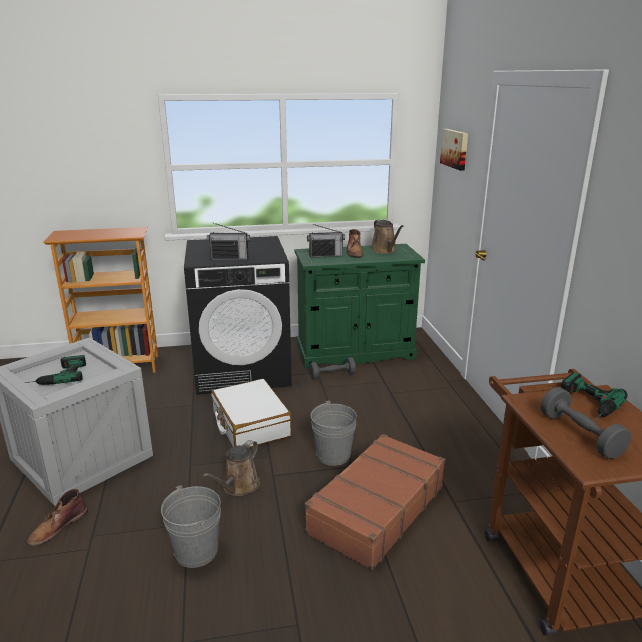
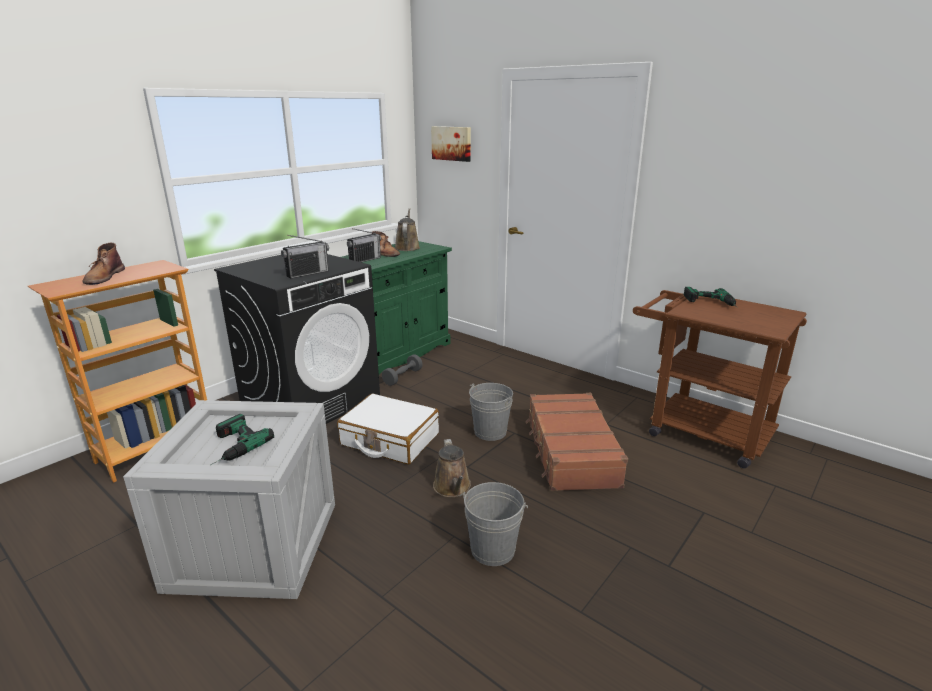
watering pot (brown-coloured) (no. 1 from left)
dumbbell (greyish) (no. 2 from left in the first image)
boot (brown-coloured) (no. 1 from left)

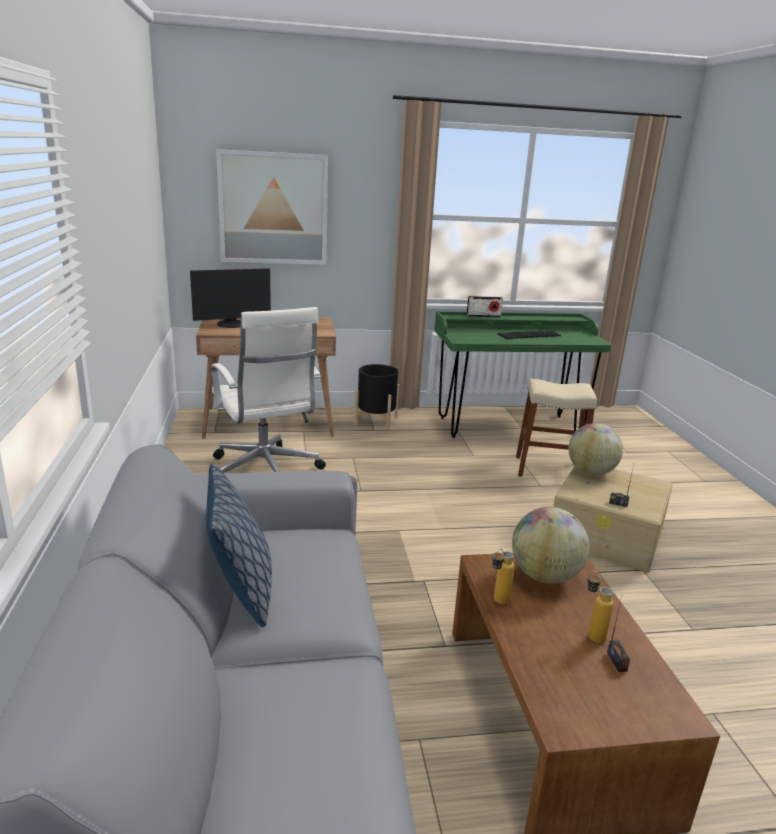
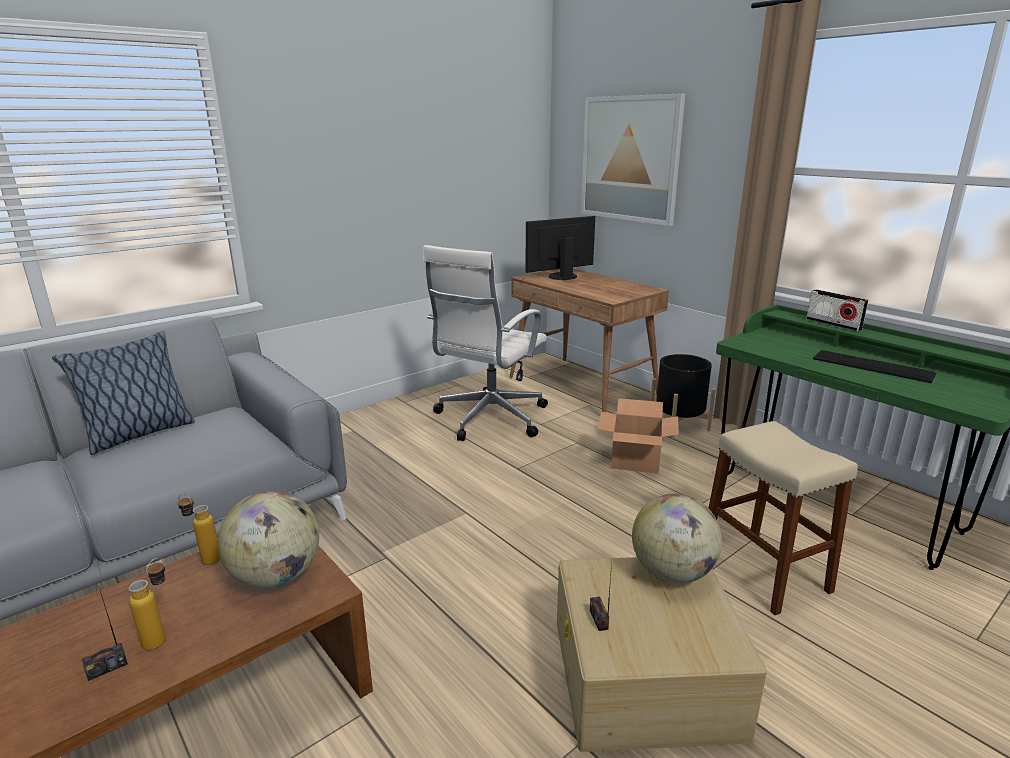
computer screen
packing box

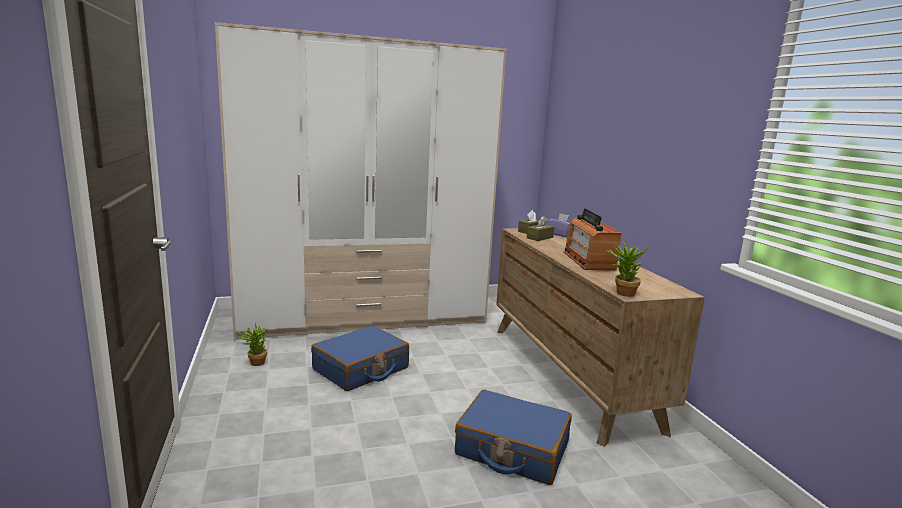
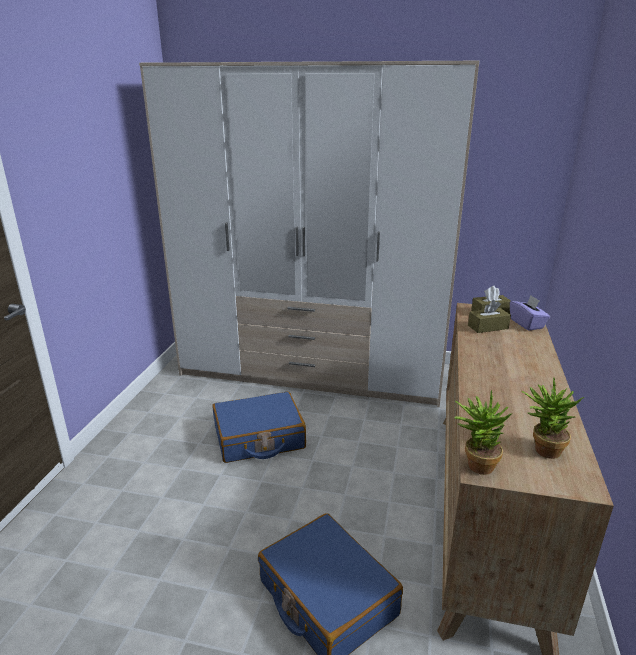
radio receiver
plant in a pot (no. 2 from left)

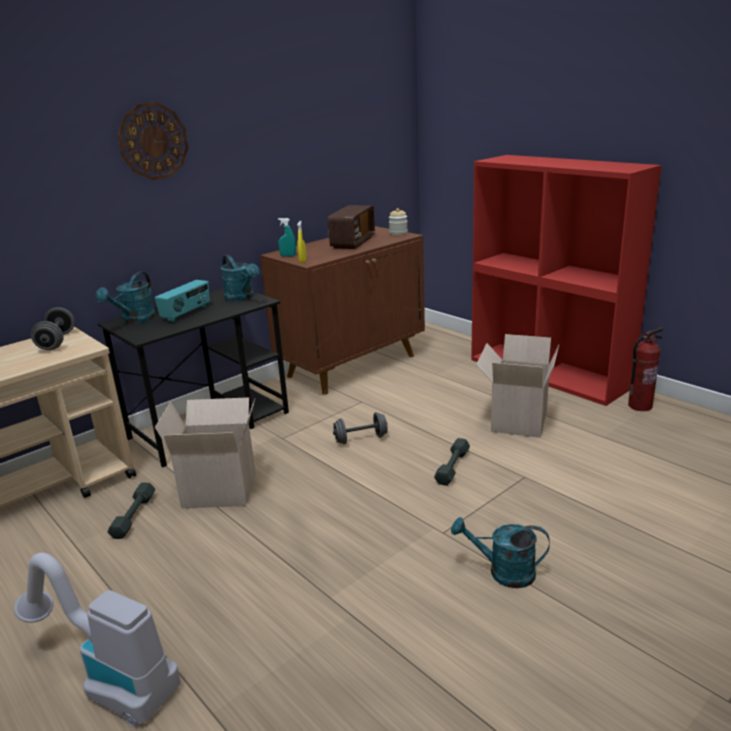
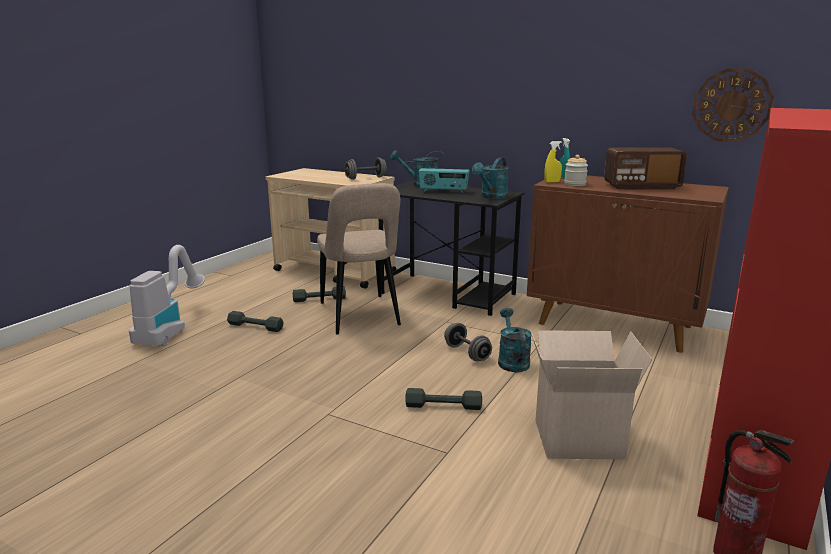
hanging clock
preserve jar
chair (beige)
watering pot (blue-green) (no. 3 from left)
dumbbell (greyish) (no. 1 from left)

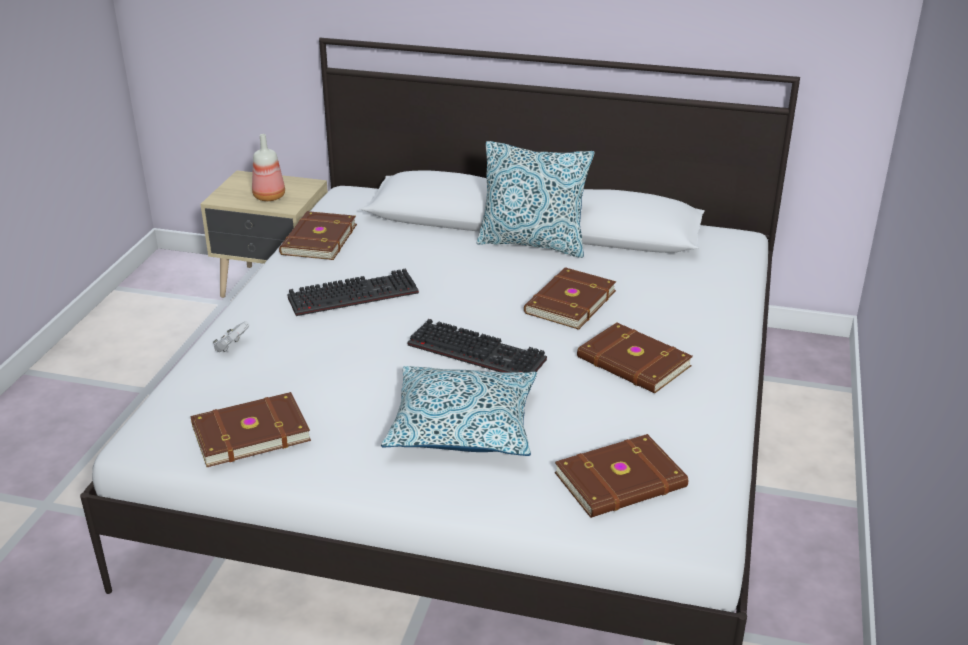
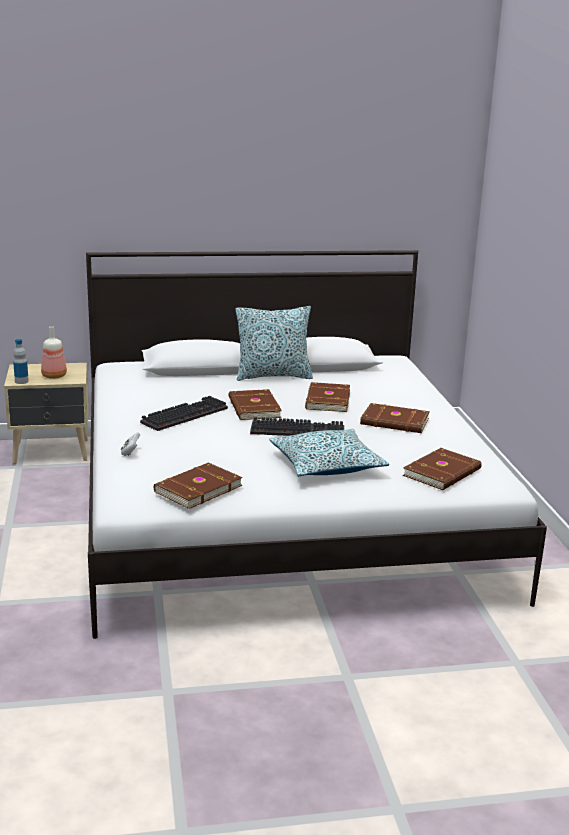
book (brown-coloured) (no. 2 from left)
bottle (no. 1 from left)

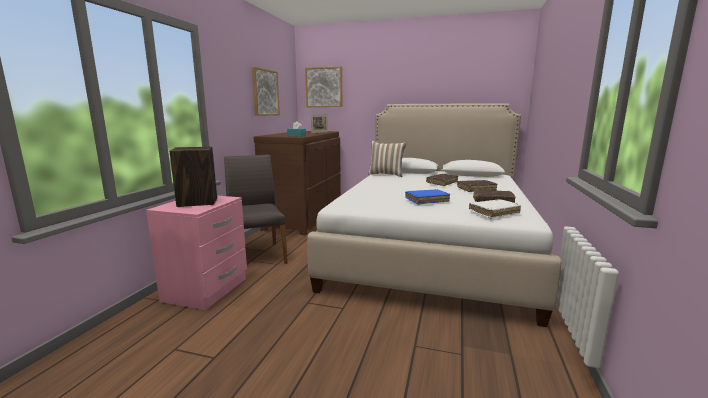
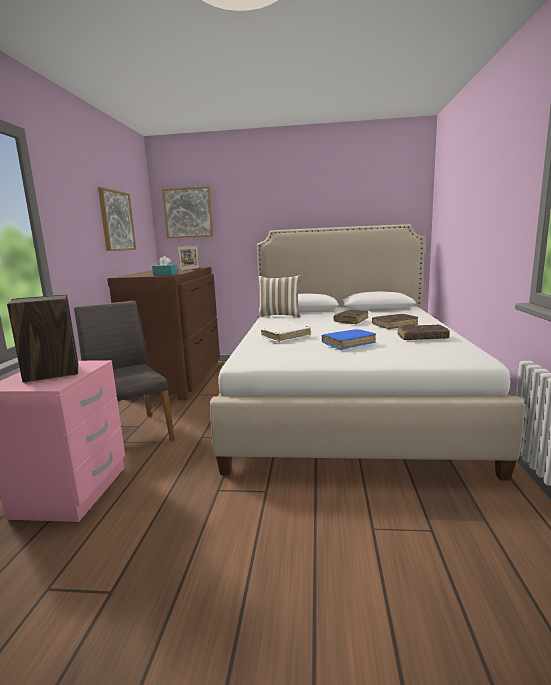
book (white)

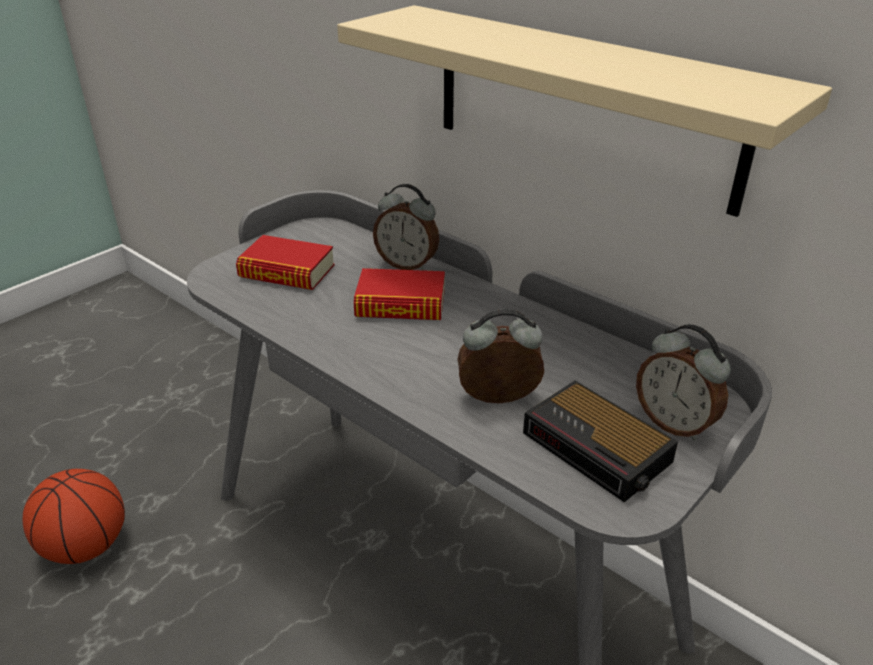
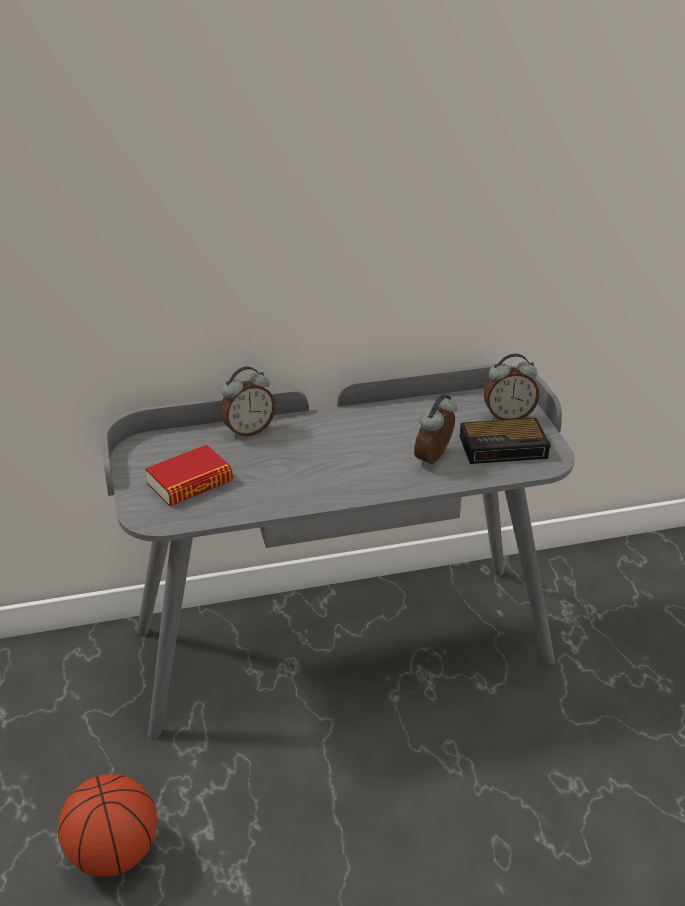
wall shelf (beige)
book (no. 2 from left in the first image)

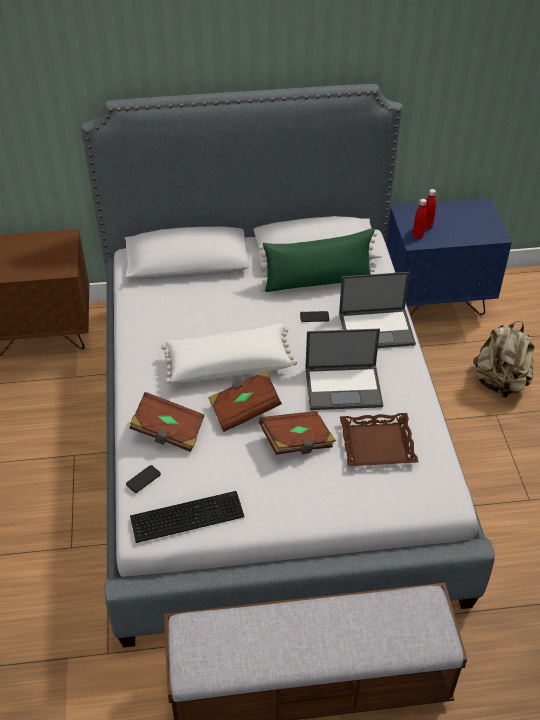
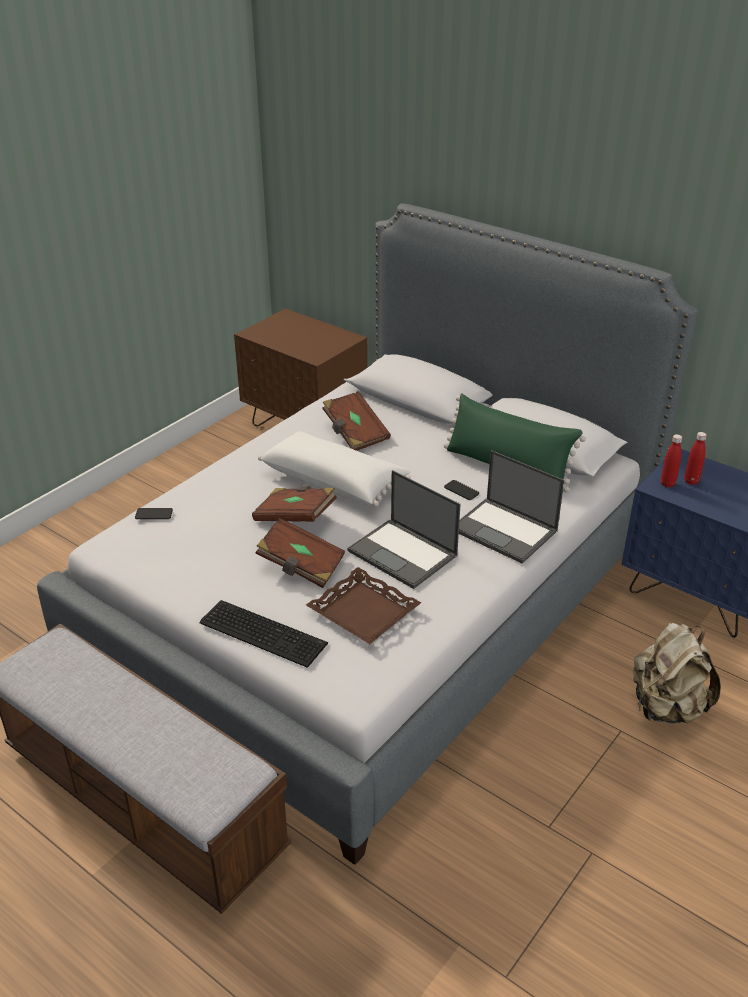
book (brown-coloured) (no. 3 from left)
keyboard

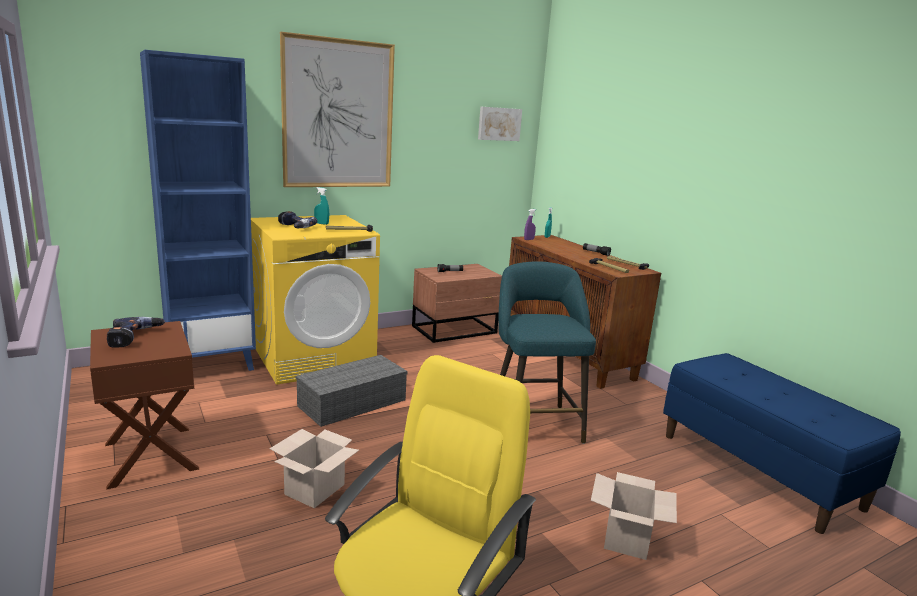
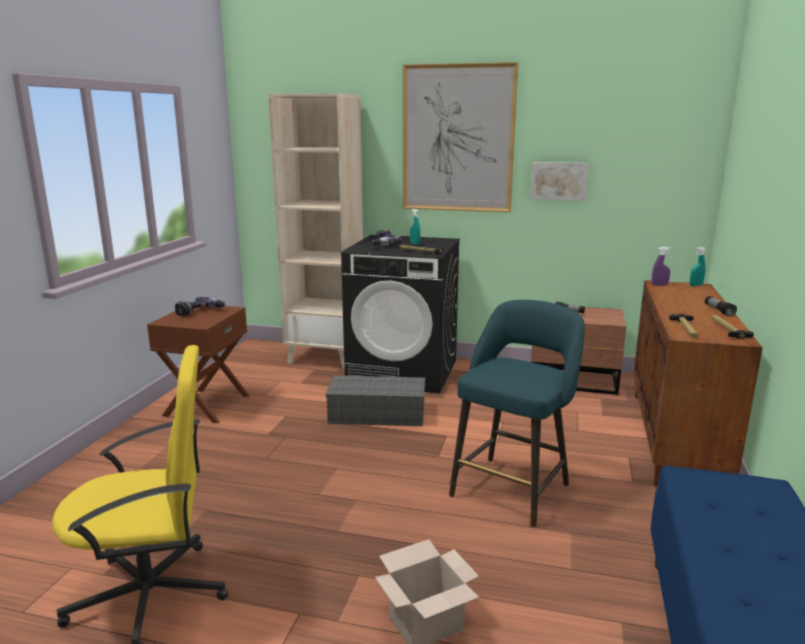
bookshelf (beige)
wall art (no. 2 from left)
laundry appliance (black-coloured)
packing box (no. 1 from left in the first image)

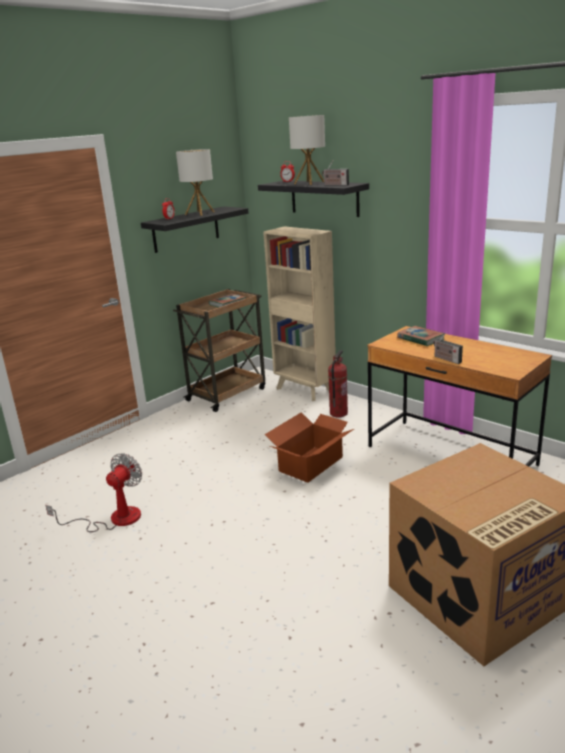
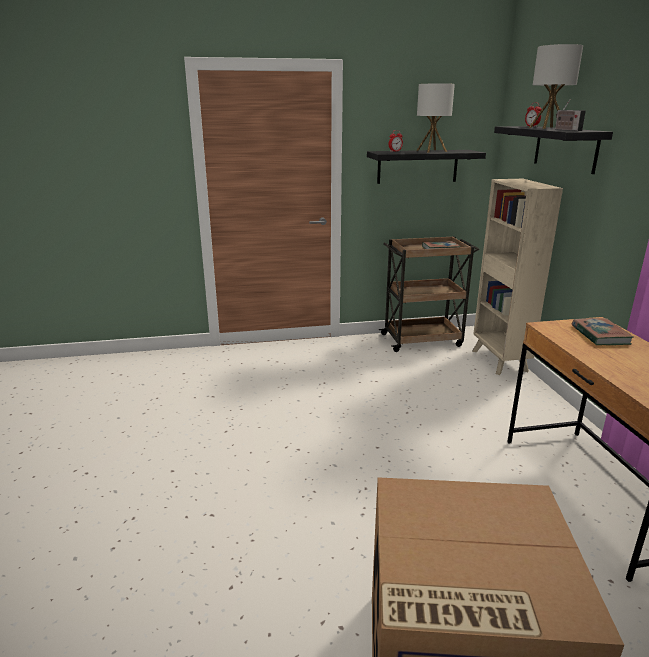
radio receiver (no. 2 from left in the first image)
fire extinguisher
packing box (no. 1 from left in the first image)
electric fan

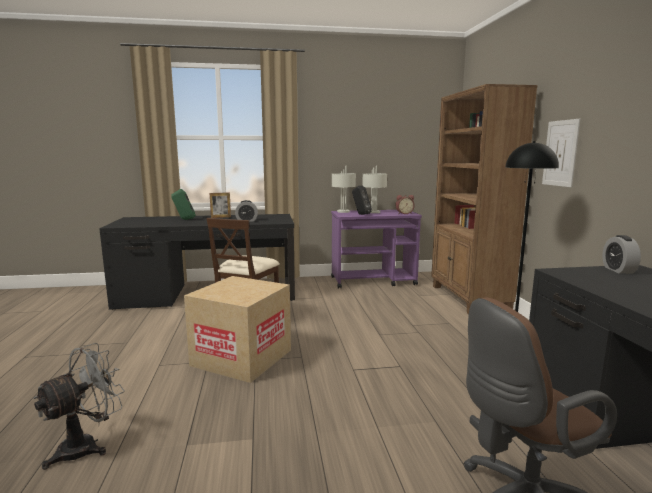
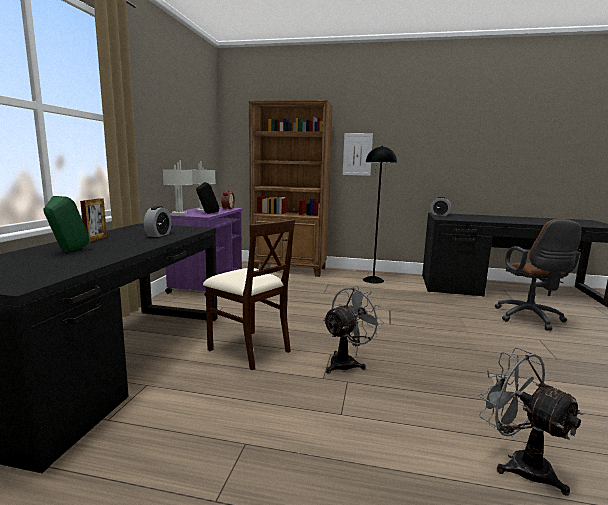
electric fan (greyish) (no. 1 from left)

